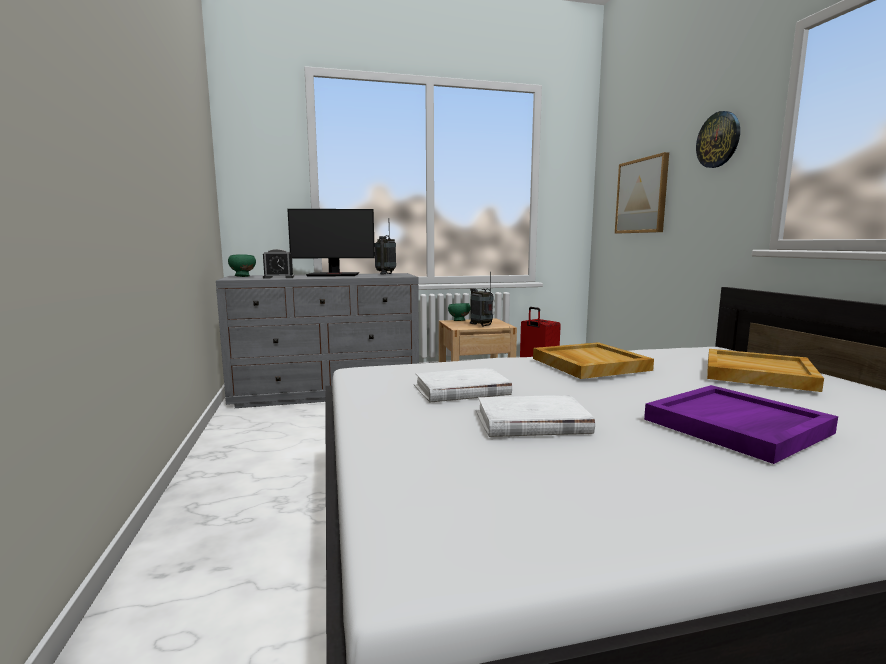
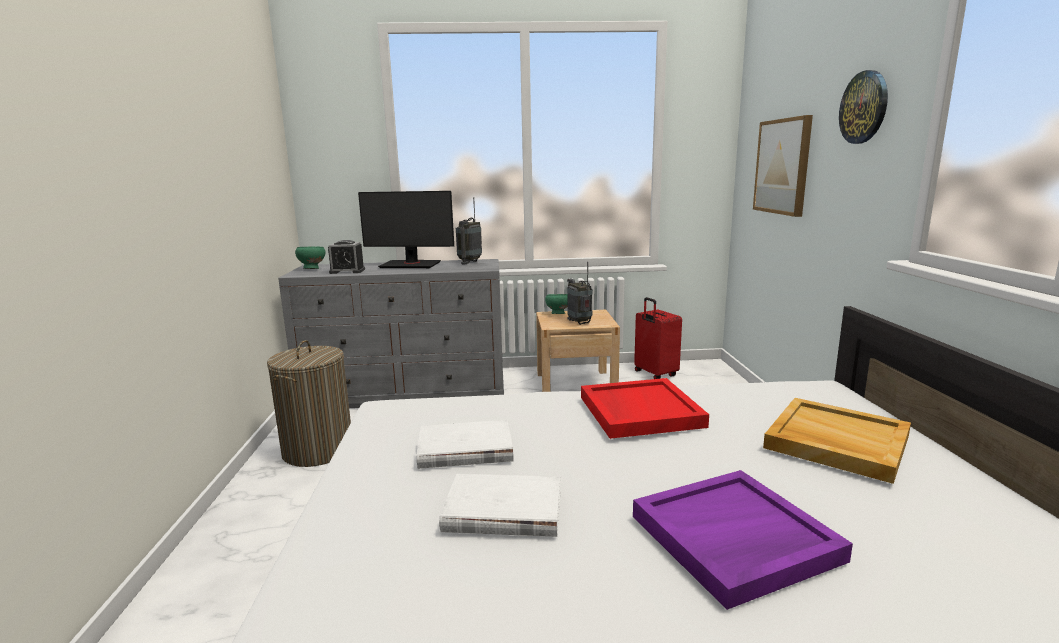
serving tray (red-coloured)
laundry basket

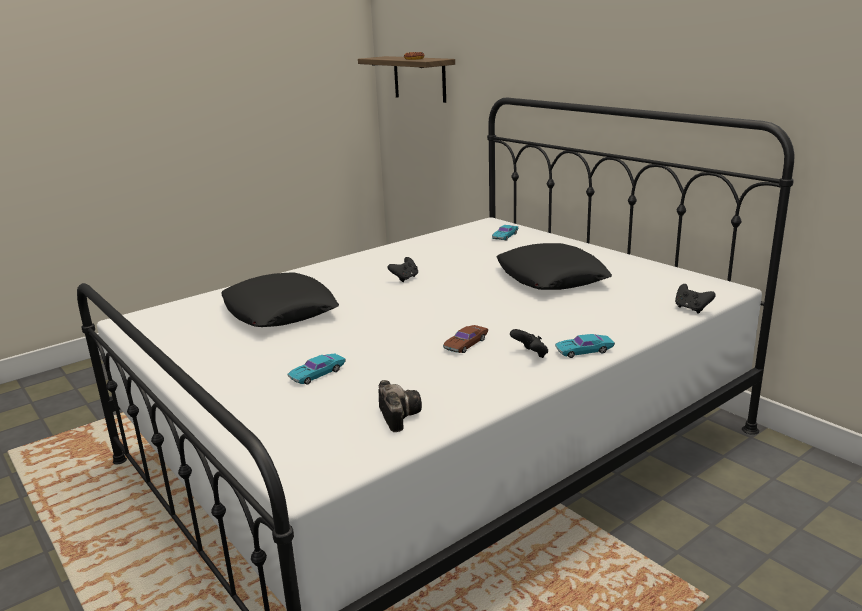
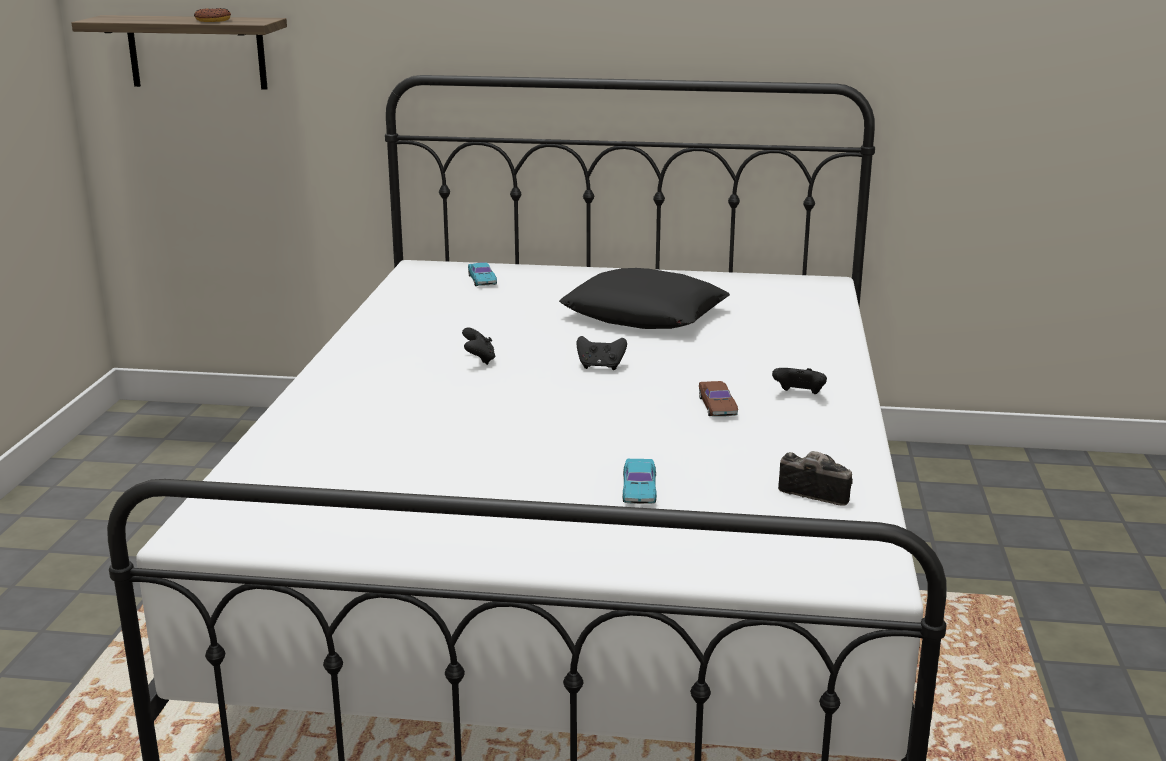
throw pillow (black-coloured) (no. 1 from left in the first image)
game controller (black-coloured) (no. 2 from left)
model car (blue-green) (no. 3 from left in the first image)

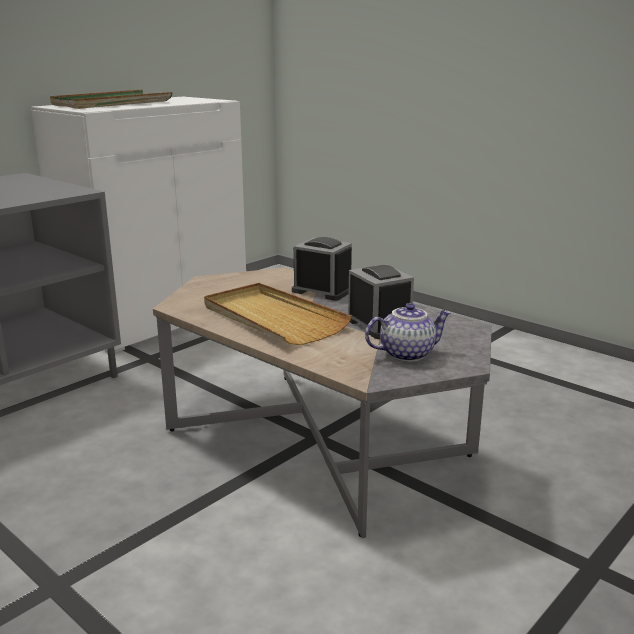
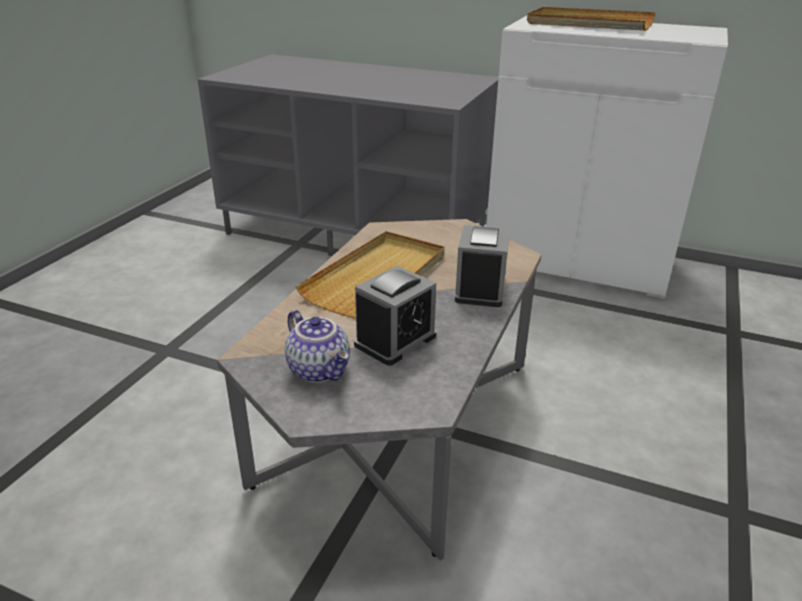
serving tray (beige) (no. 2 from left)

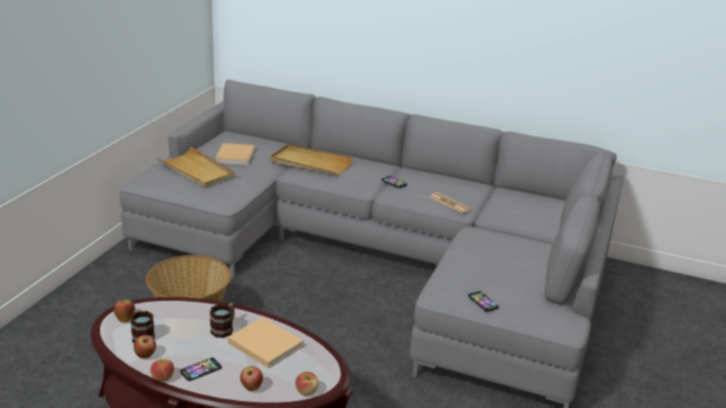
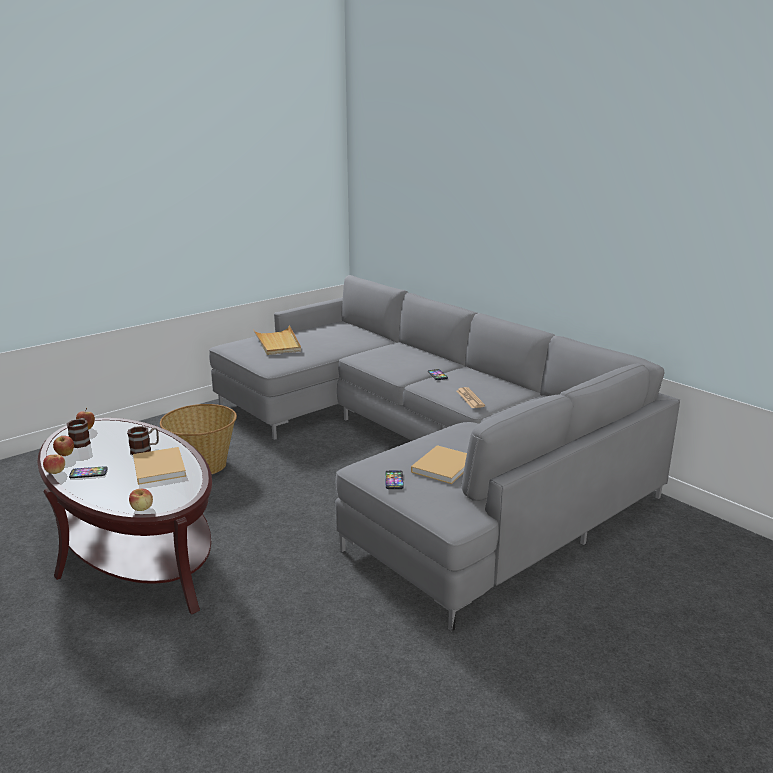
book (beige) (no. 2 from left)
serving tray (beige) (no. 2 from left in the first image)
whole apple (no. 4 from left in the first image)

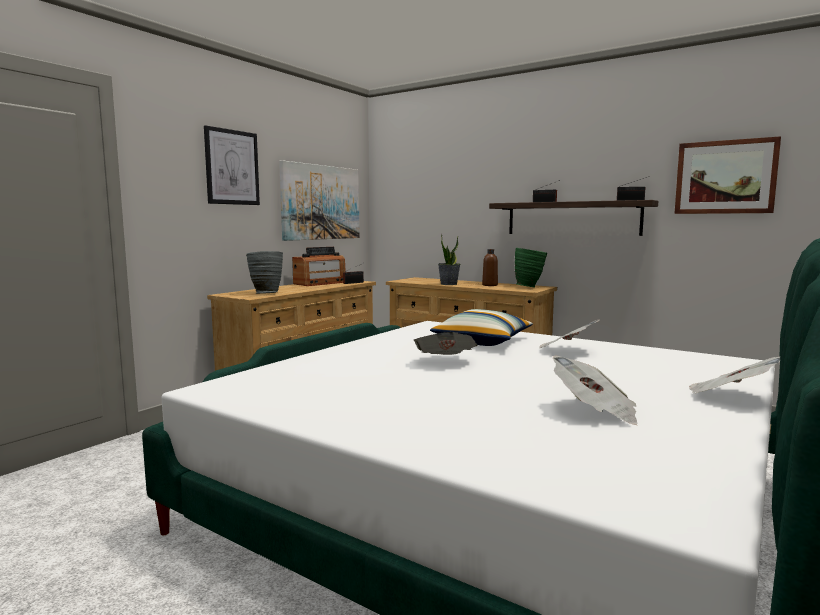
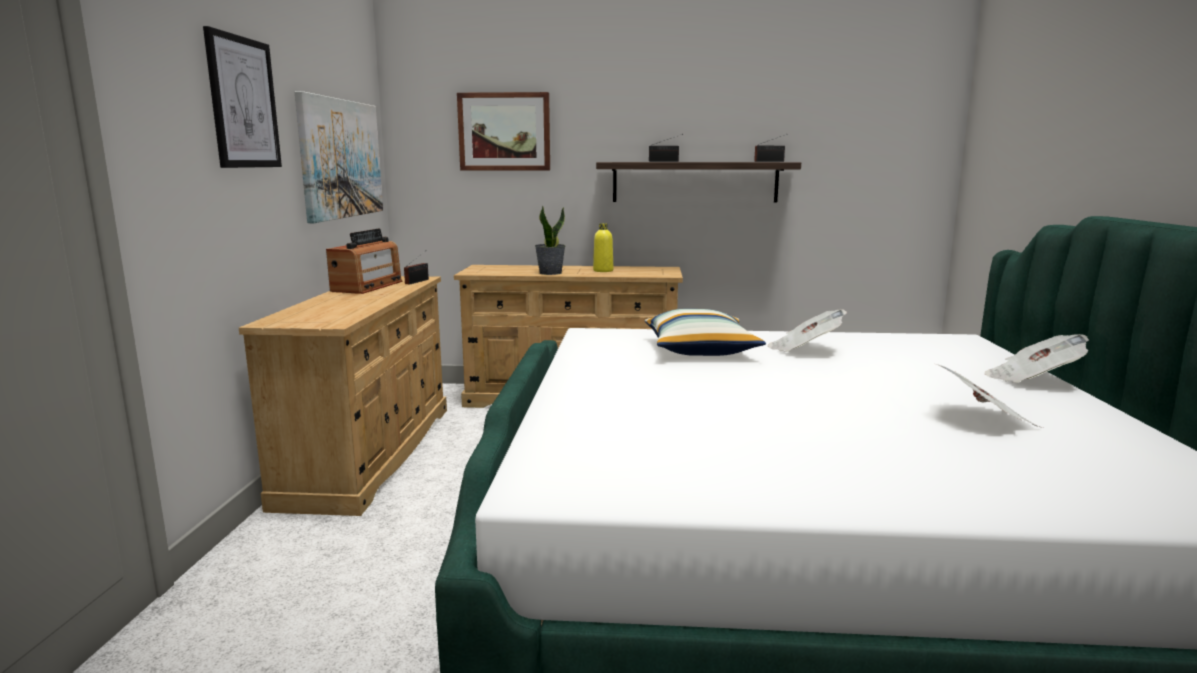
wall art (no. 3 from left)
decorative vase (greenish)
bottle (yellowish)
decorative vase (greyish)
printed paper (no. 1 from left in the first image)

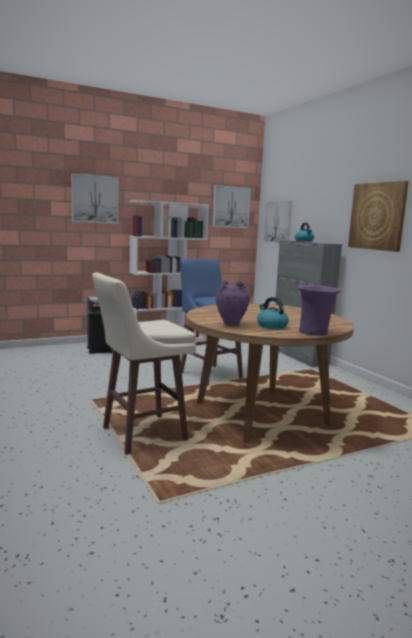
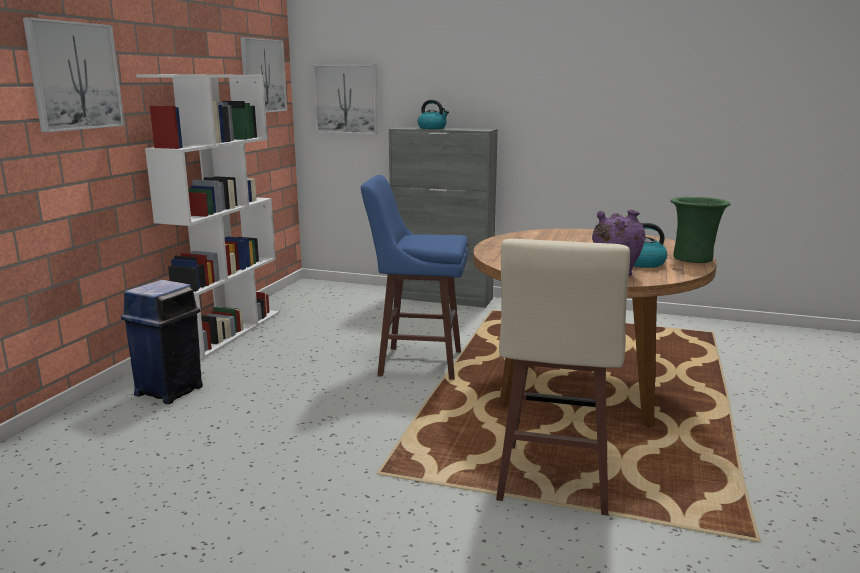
wall art (no. 4 from left in the first image)
decorative vase (greenish)

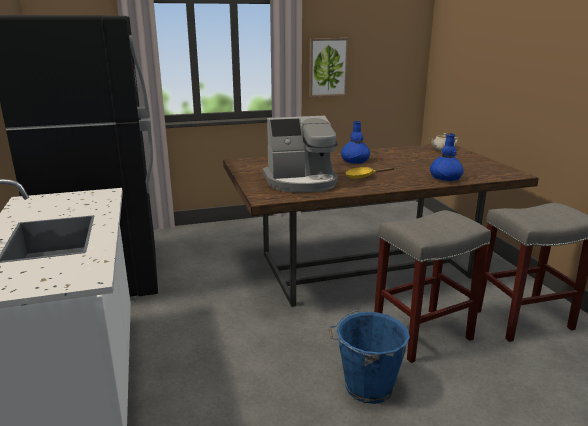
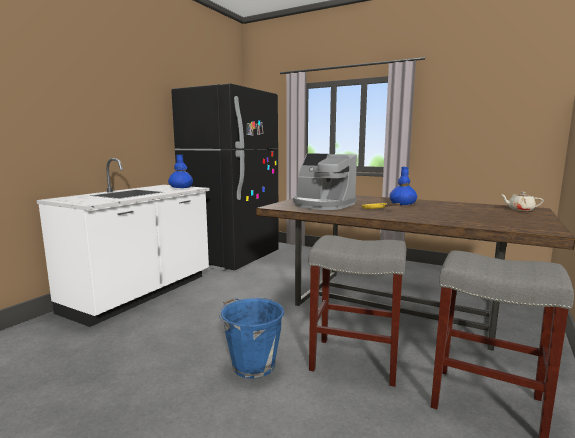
wall art
decorative vase (blue-coloured) (no. 1 from left)

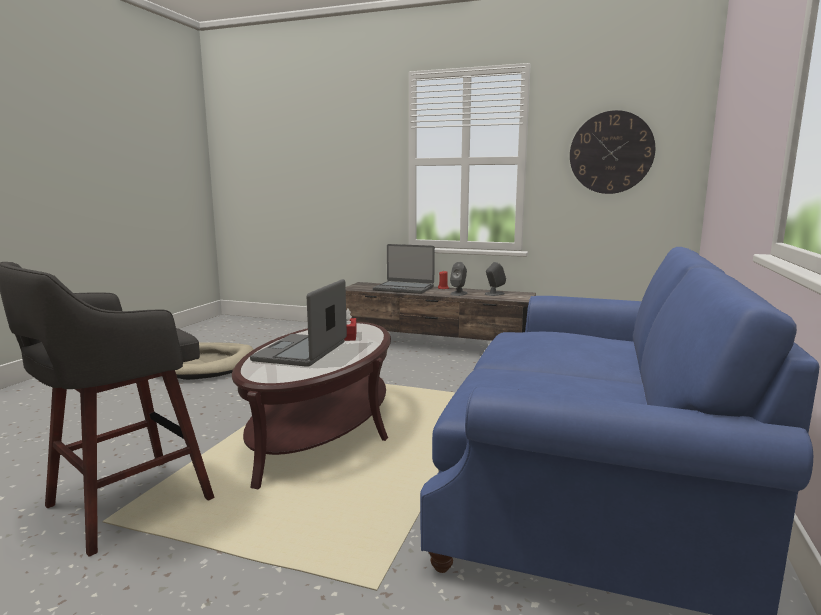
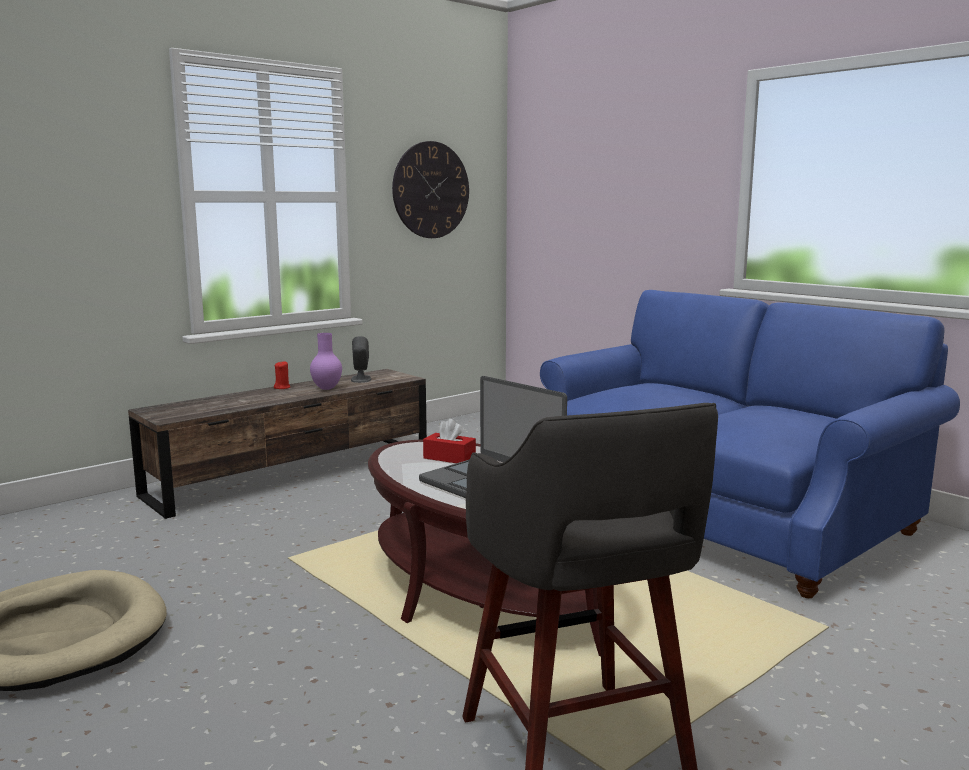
portable computer (no. 2 from left in the first image)
decorative vase (purple-coloured)

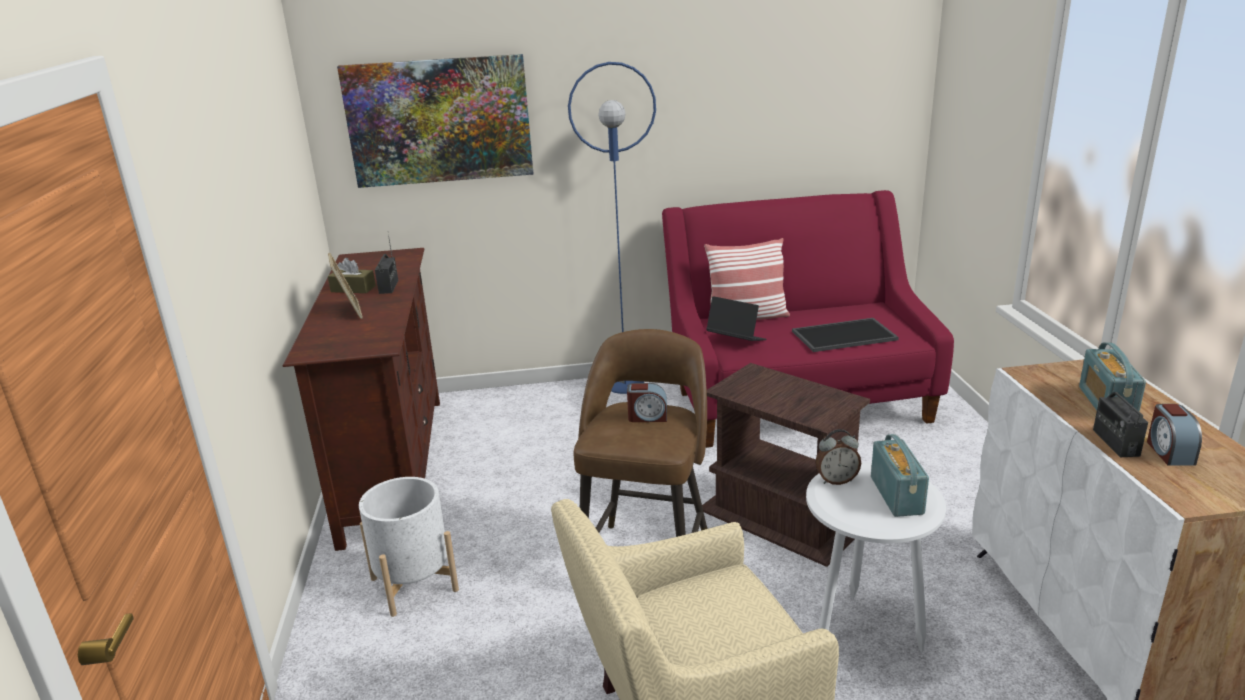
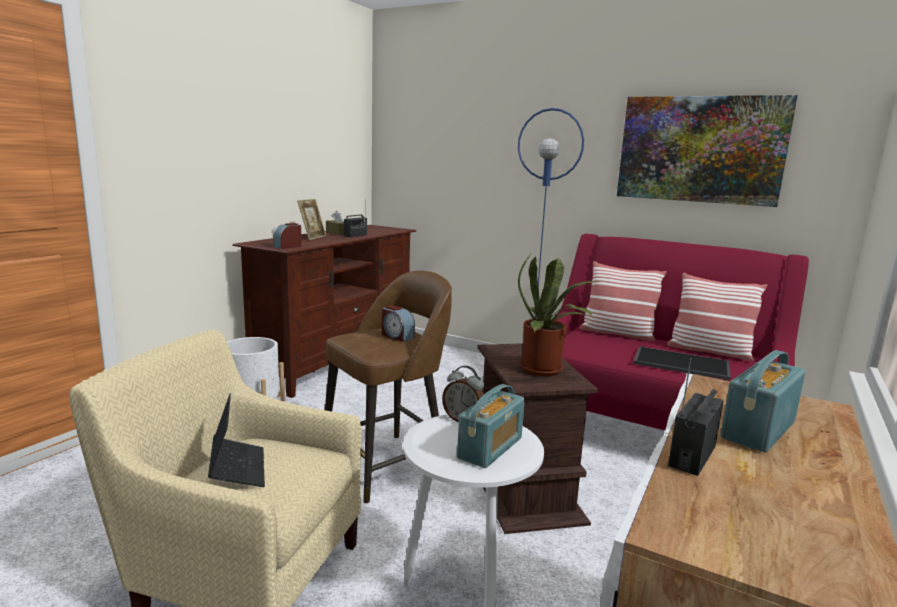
wall art
portable computer
alarm clock (no. 1 from left)
plant in a pot
throw pillow (no. 2 from left)

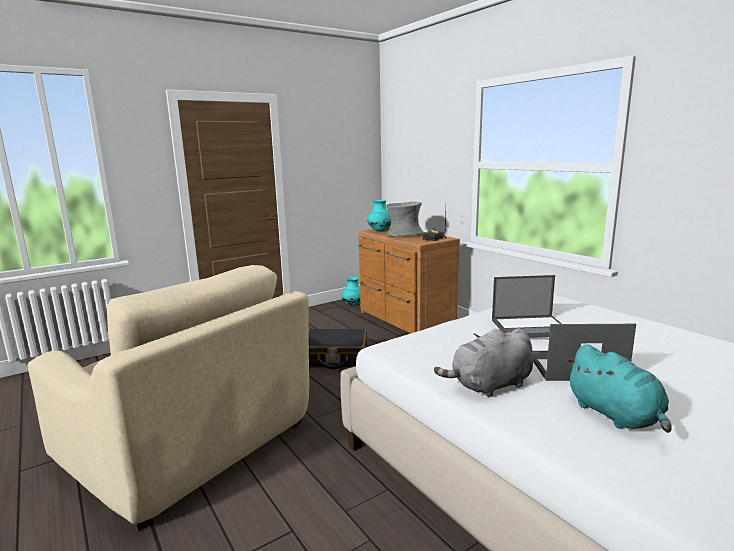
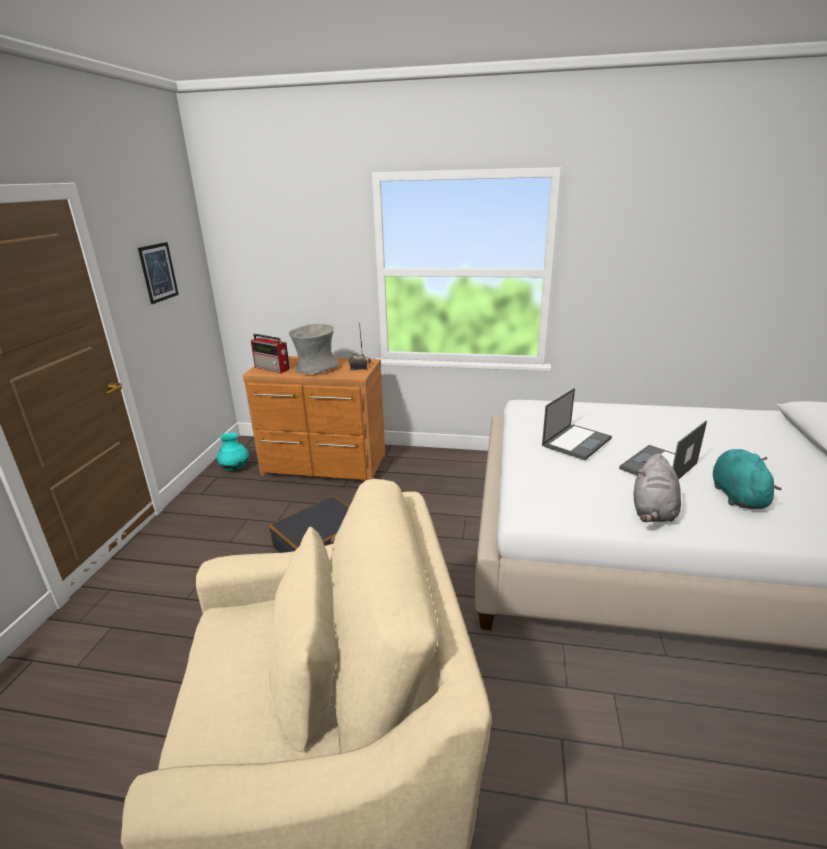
radio receiver (no. 1 from left)
soft toy (blue-green)
wall art

